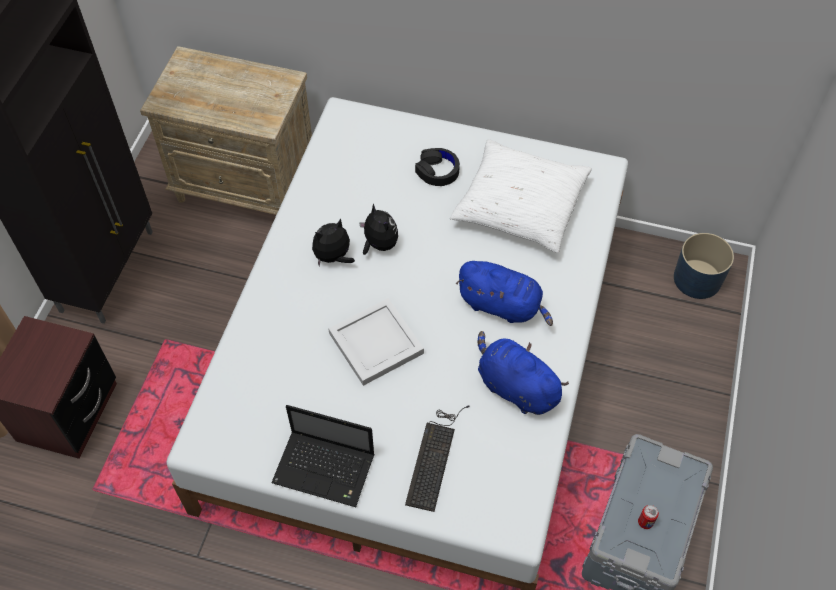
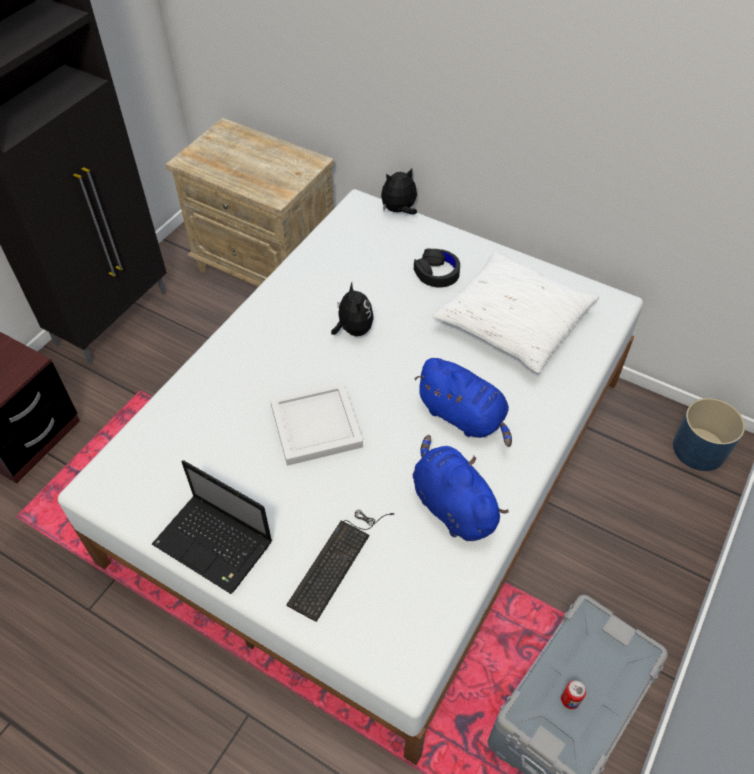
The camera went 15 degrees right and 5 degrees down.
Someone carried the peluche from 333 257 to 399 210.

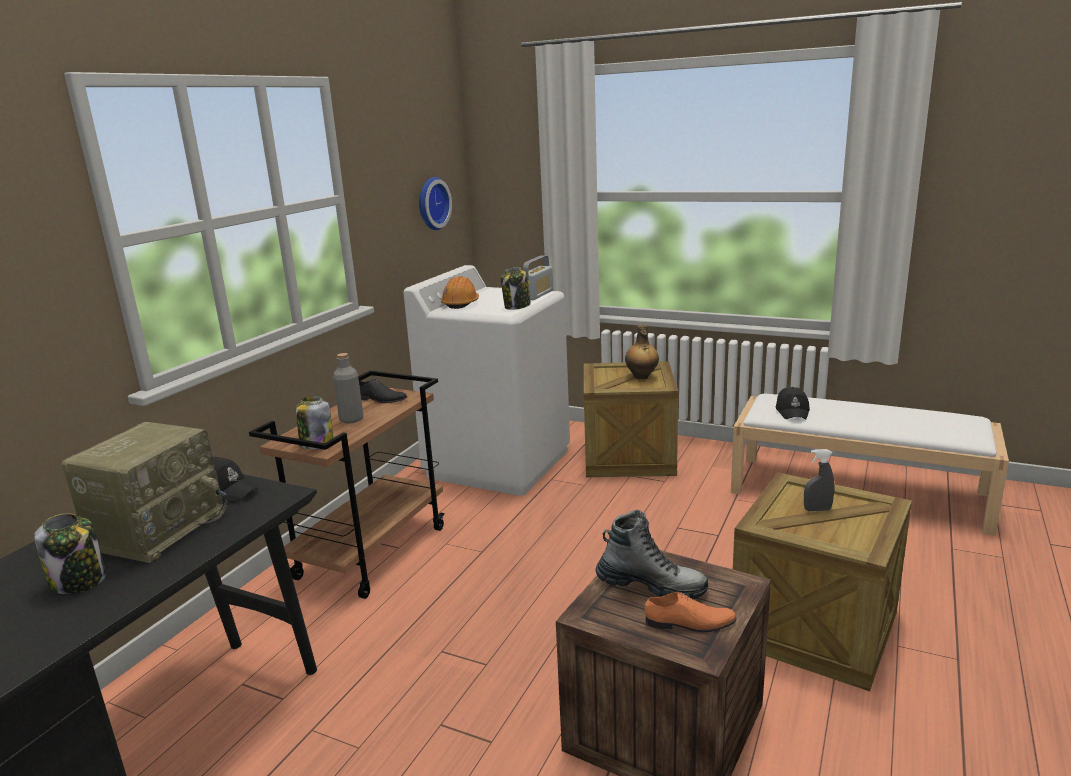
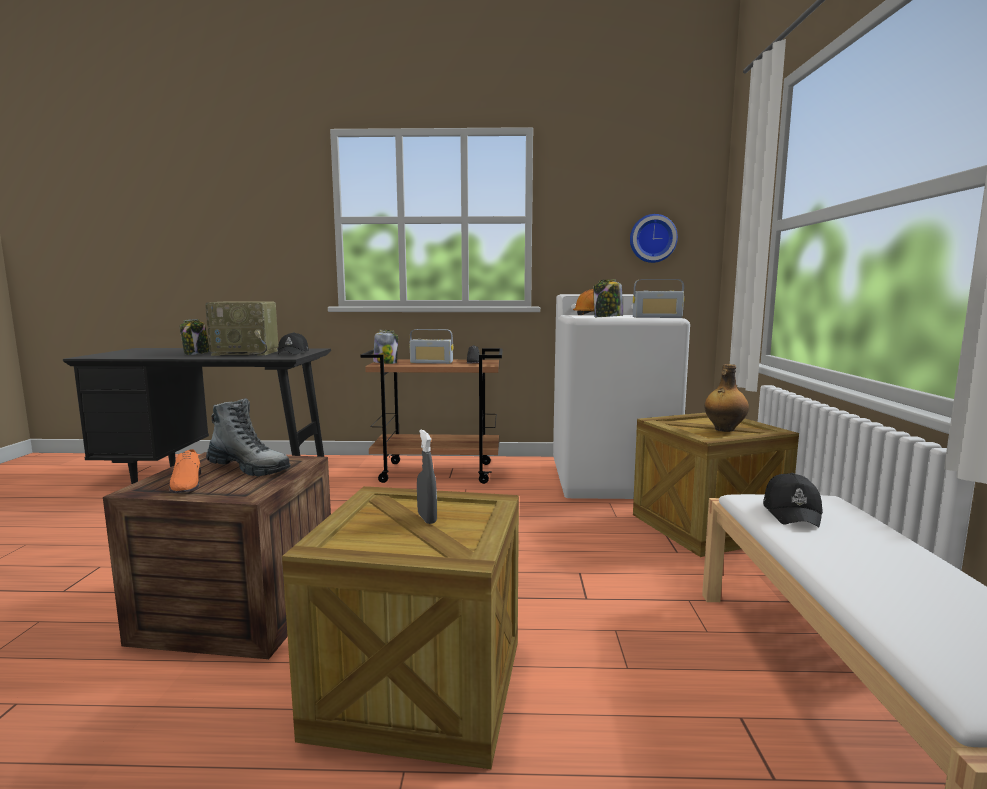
The camera went 65 degrees right and 10 degrees down.
Someone swapped the botella/gris at 351 419 for the radio at 431 362.
Someone rotated the gorra/negro at 792 411 by 60 degrees counterclockwise.
Someone rotated the bota at 651 586 by 60 degrees counterclockwise.

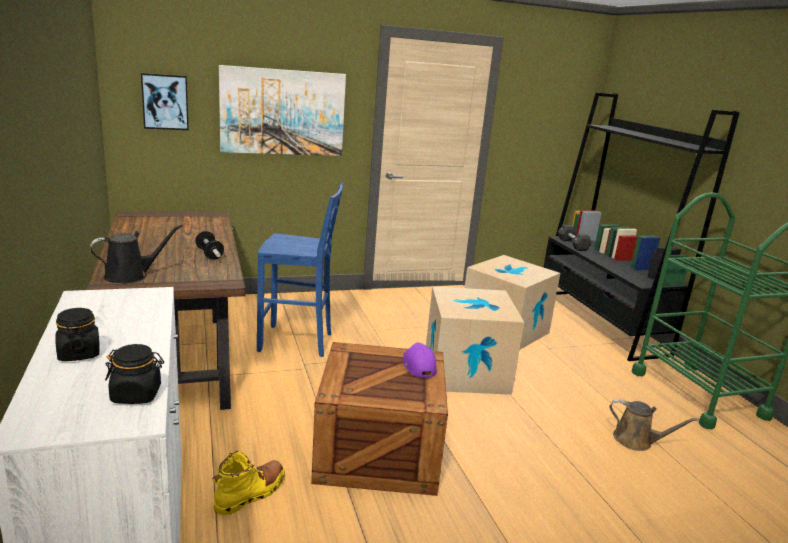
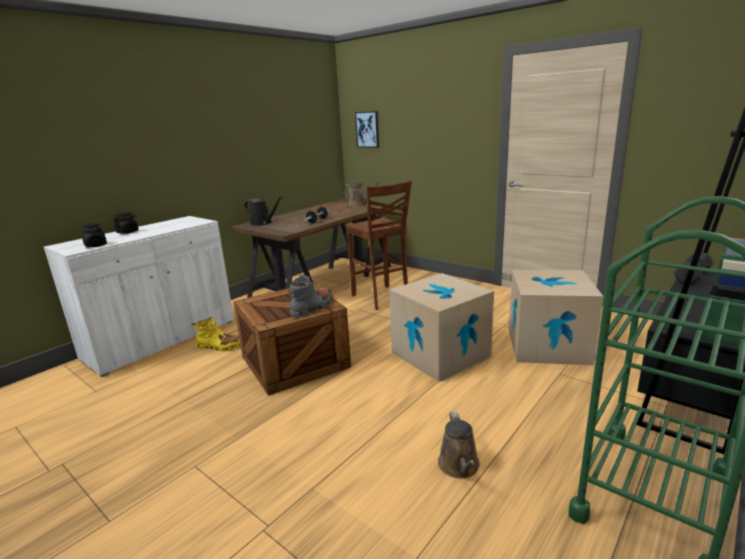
The camera went 60 degrees right and 0 degrees up.
Someone took away the cuadro at 283 112.
Someone repainted the taburete/azul at 297 342, which became the taburete/marrón at 381 298.
Someone swapped the gorra/morado at 418 366 for the bota/gris at 312 308.
Someone put down the regadera/marrón at 358 205.

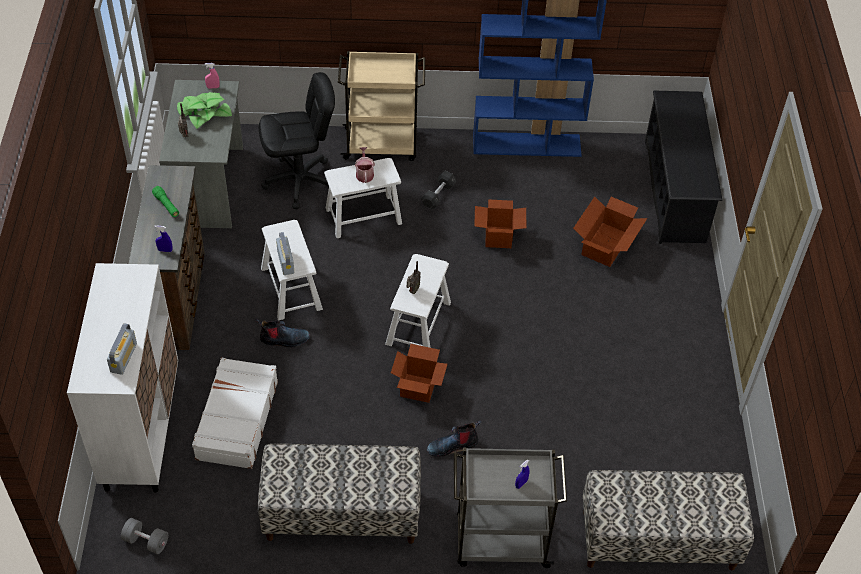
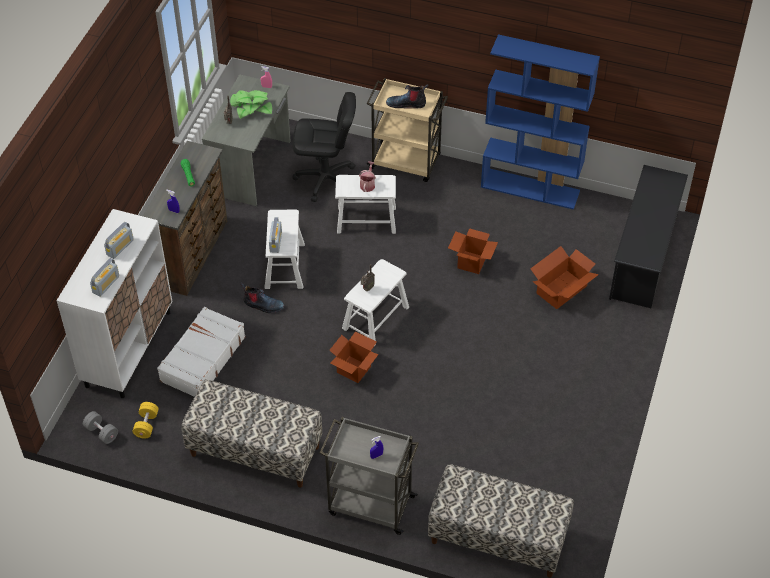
The camera went 20 degrees right and 0 degrees up.
Someone took away the mancuerna/gris at 438 195.
Someone carried the bota from 453 445 to 407 104.
Someone put down the radio at 120 247.
Someone put down the mancuerna/amarillo at 146 425.

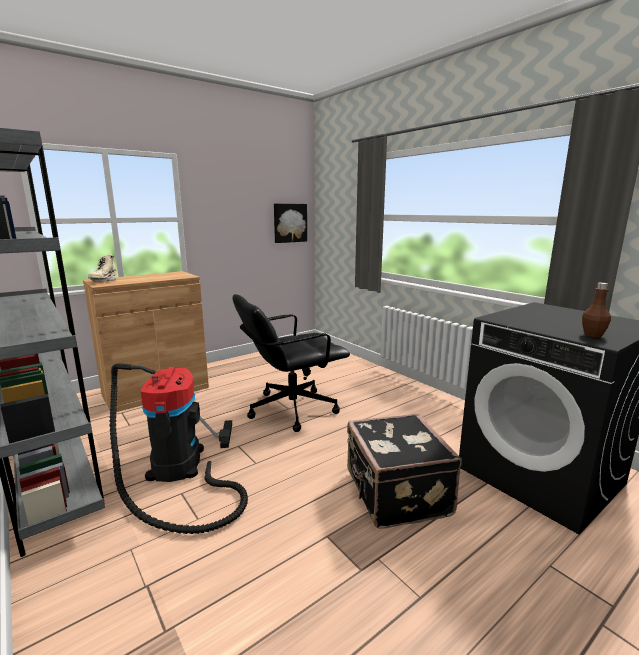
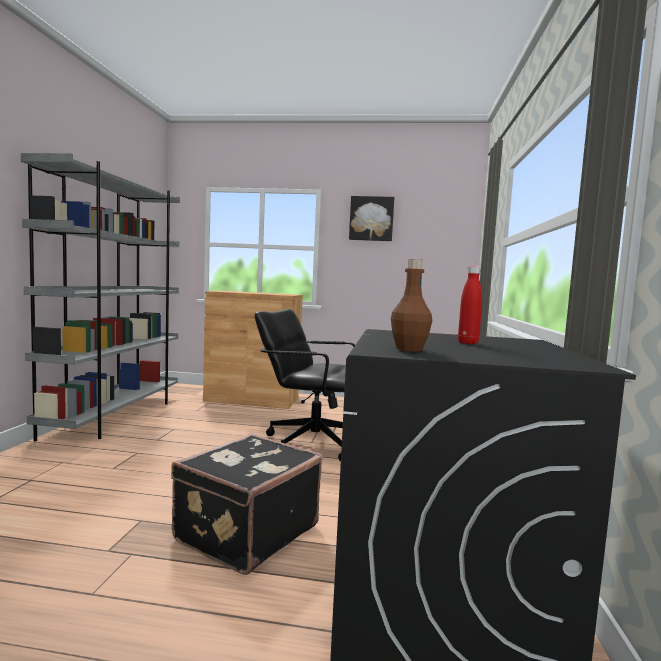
The camera went 45 degrees right and 10 degrees down.
Someone carried the cuadro from 289 223 to 371 219.
Someone took away the bota/beis at 104 281.
Someone took away the aspiradora at 177 468.
Someone put down the botella/rojo at 468 343.

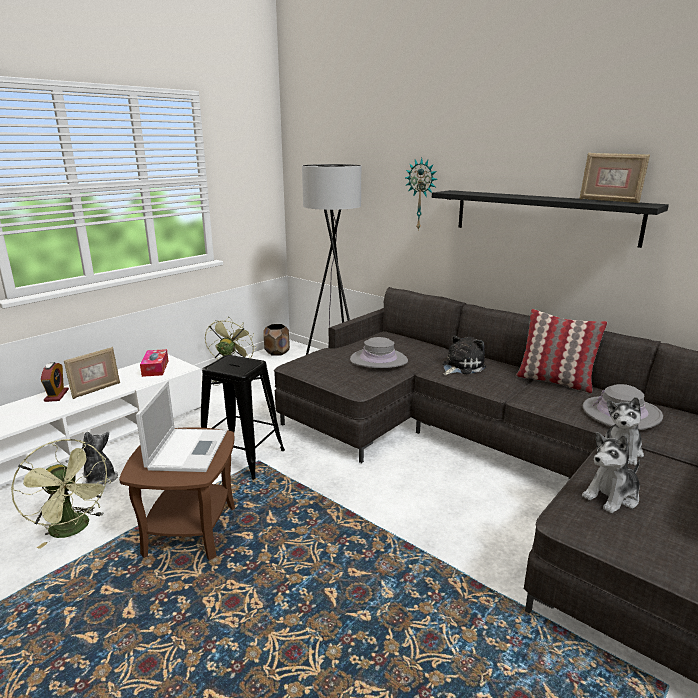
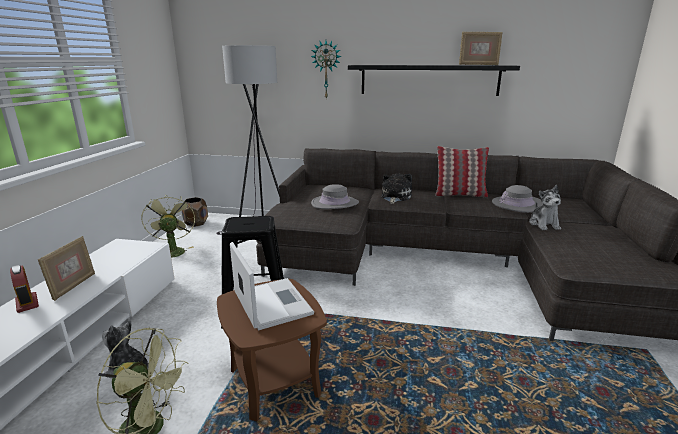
The camera went 30 degrees left and 0 degrees up.
Someone took away the caja de pañuelos at 155 368.
Someone took away the peluche at 612 496.

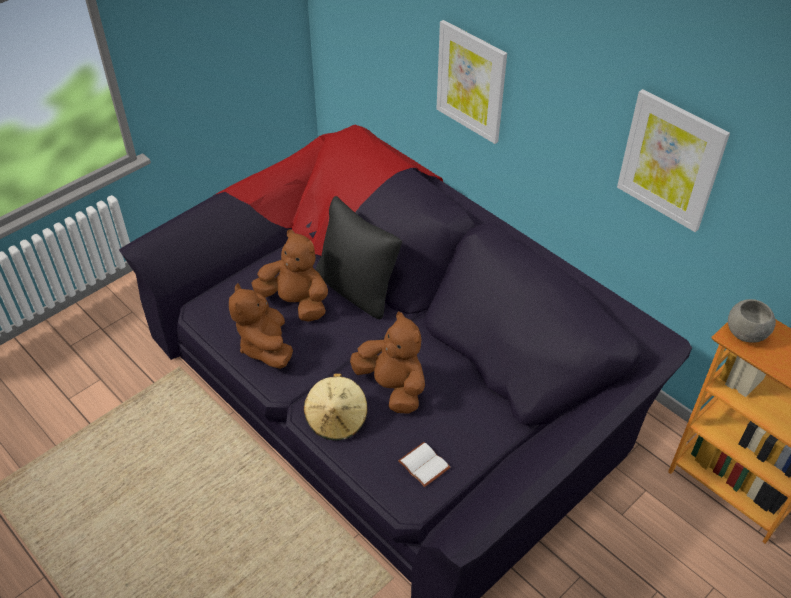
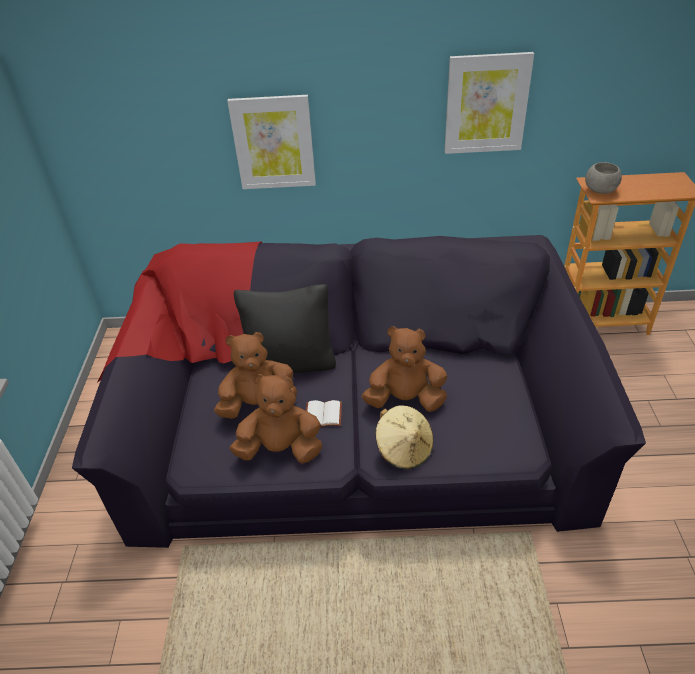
The camera went 45 degrees left and 5 degrees down.
Someone rotated the peluche/marrón at 265 347 by 150 degrees clockwise.
Someone carried the libro/blanco from 422 465 to 322 415.

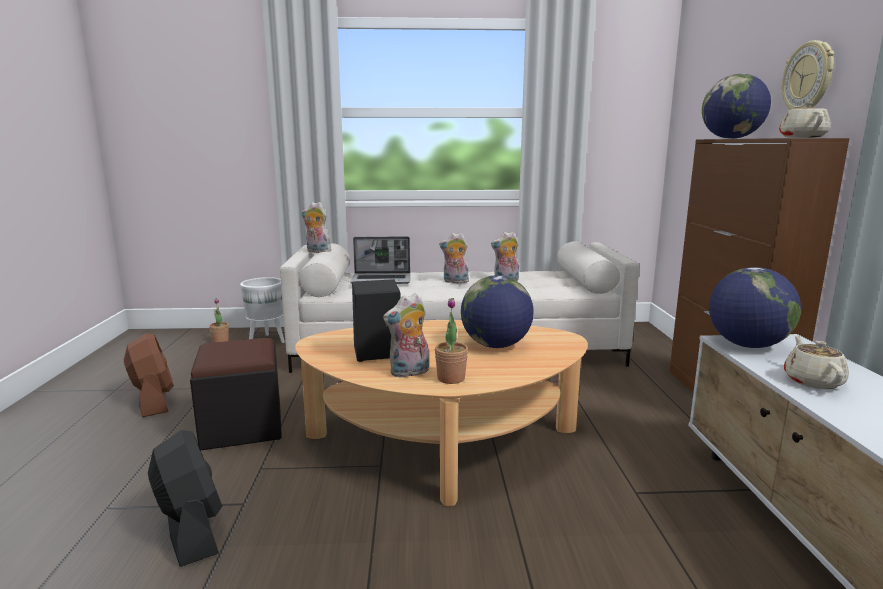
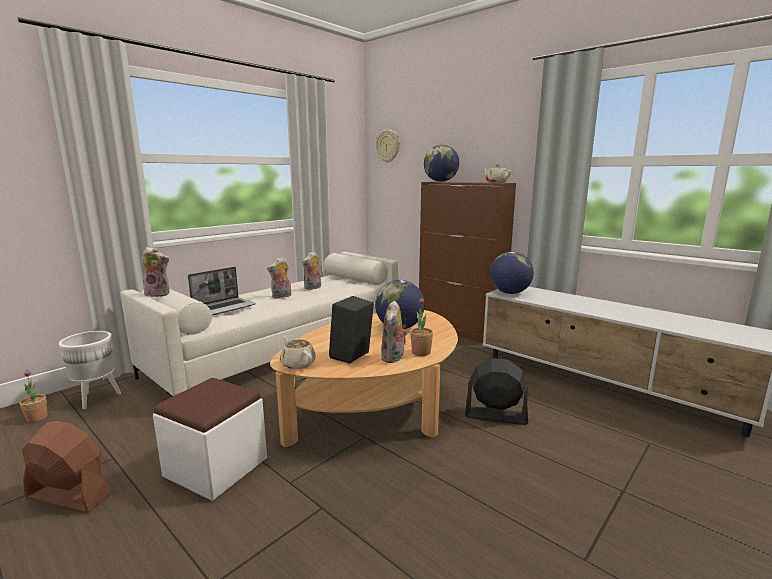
The camera went 45 degrees left and 0 degrees up.
Someone carried the reloj de pared from 808 78 to 388 146.
Someone rotated the peluche at 317 251 by 150 degrees counterclockwise.
Someone carried the tetera/beis from 812 381 to 297 364.
Someone repainted the puf/negro at 242 427, which became the puf/blanco at 216 467.
Someone carried the ventilador/negro from 191 530 to 495 415.

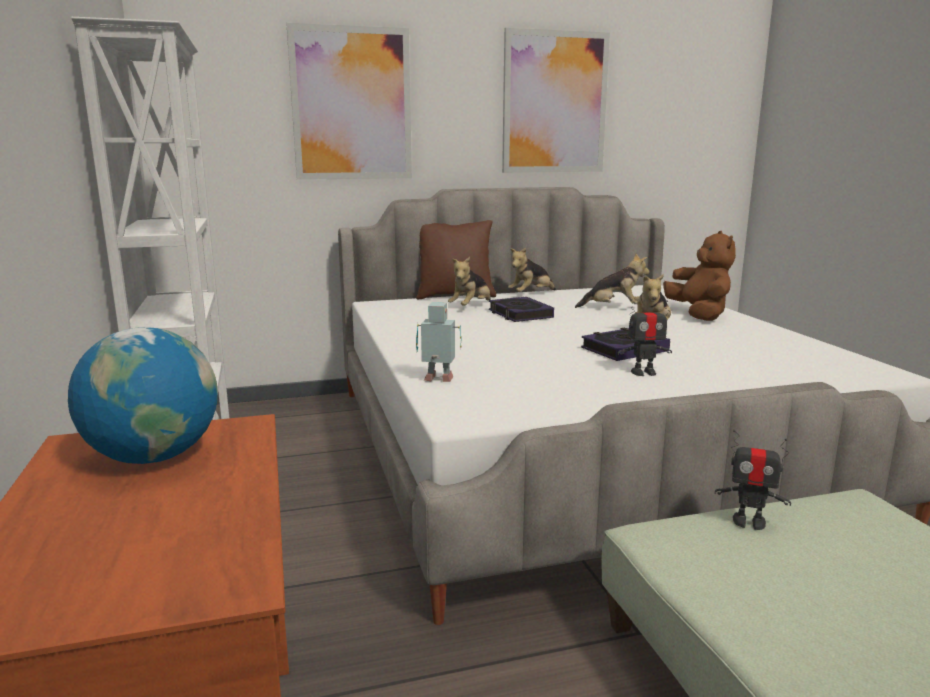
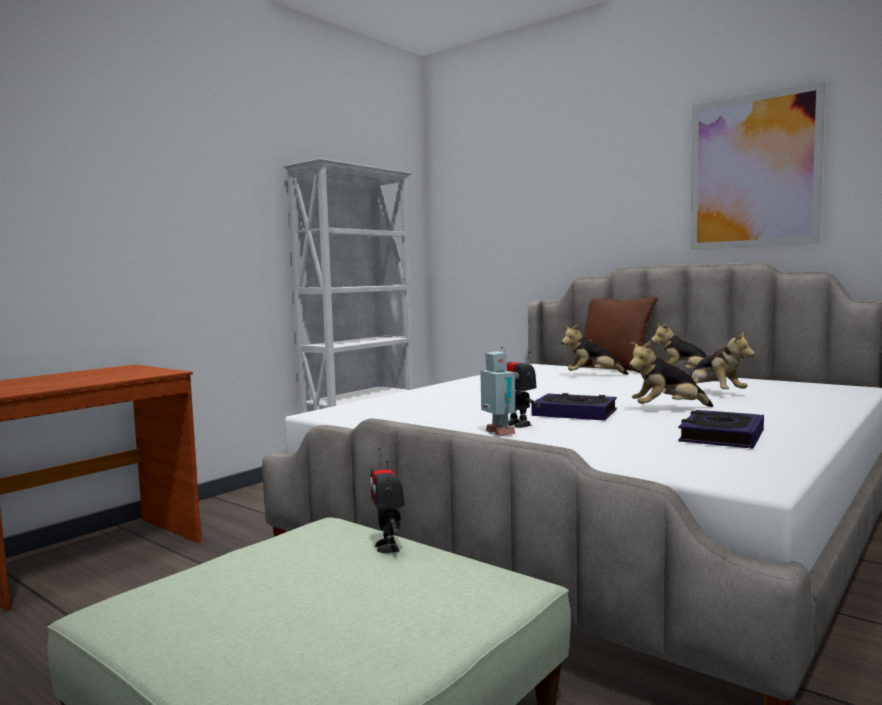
The camera went 55 degrees right and 10 degrees down.
Someone took away the cuadro at 351 104.
Someone took away the peluche/marrón at 699 315.
Someone carried the libro from 520 314 to 721 436.
Someone carried the robot de juguete from 439 380 to 498 433.
Someone took away the globo terráqueo at 154 457.

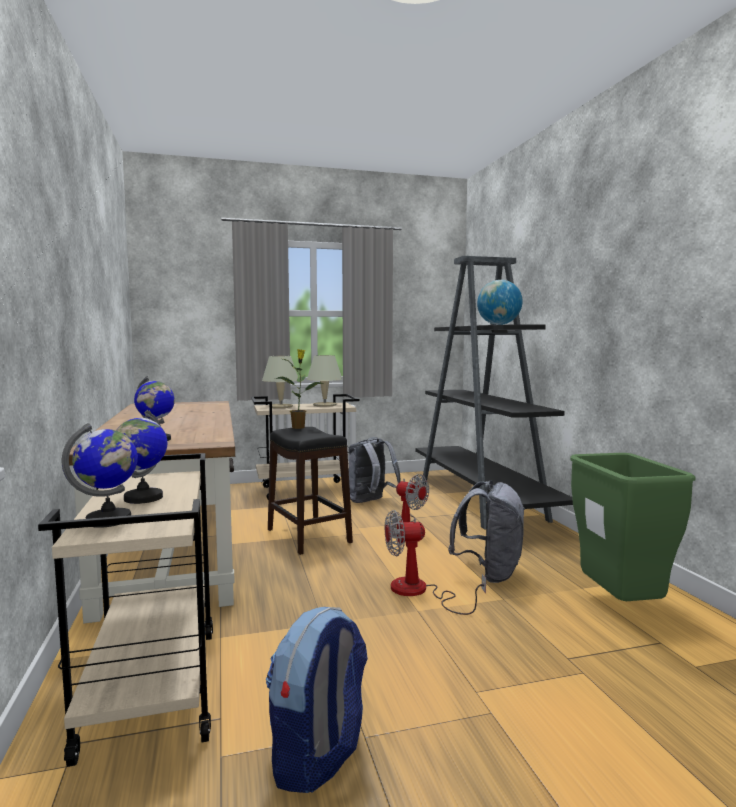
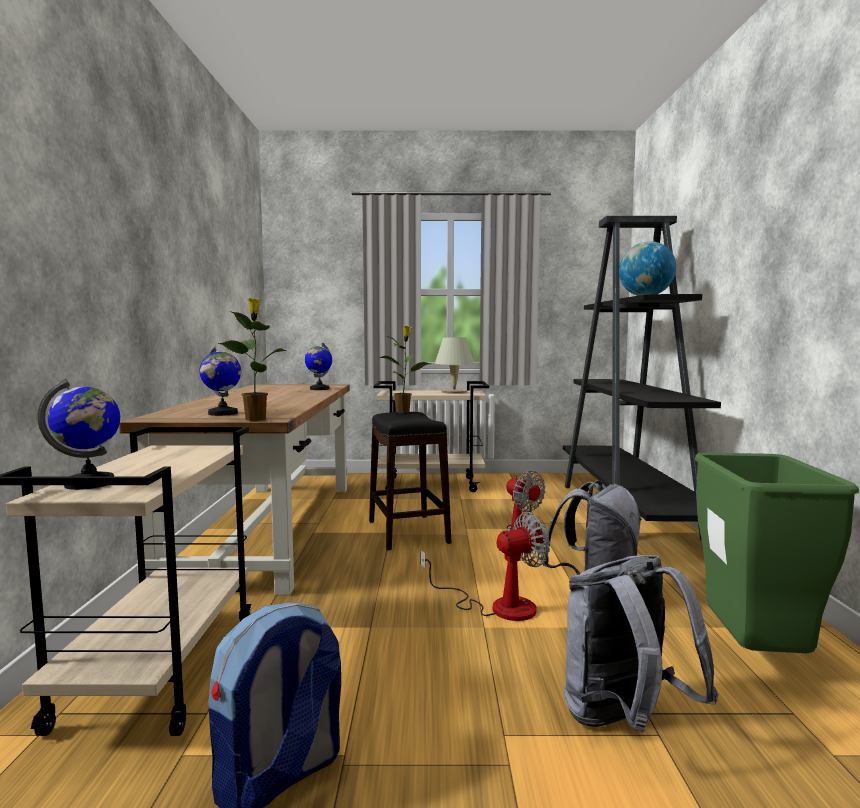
The camera went 15 degrees right and 0 degrees up.
Someone took away the lámpara de mesa/beis at 281 406.
Someone carried the globo terráqueo from 142 498 to 319 389.
Someone carried the mochila/gris from 371 502 to 624 722.
Someone rotated the ventilador at 419 592 by 150 degrees clockwise.
Someone put down the planta en maceta at 256 419.

